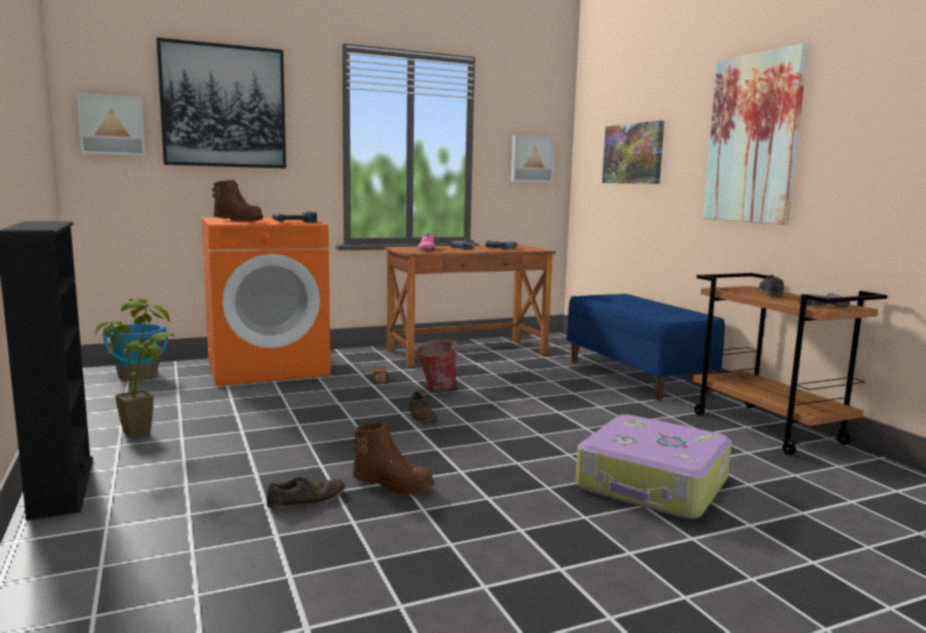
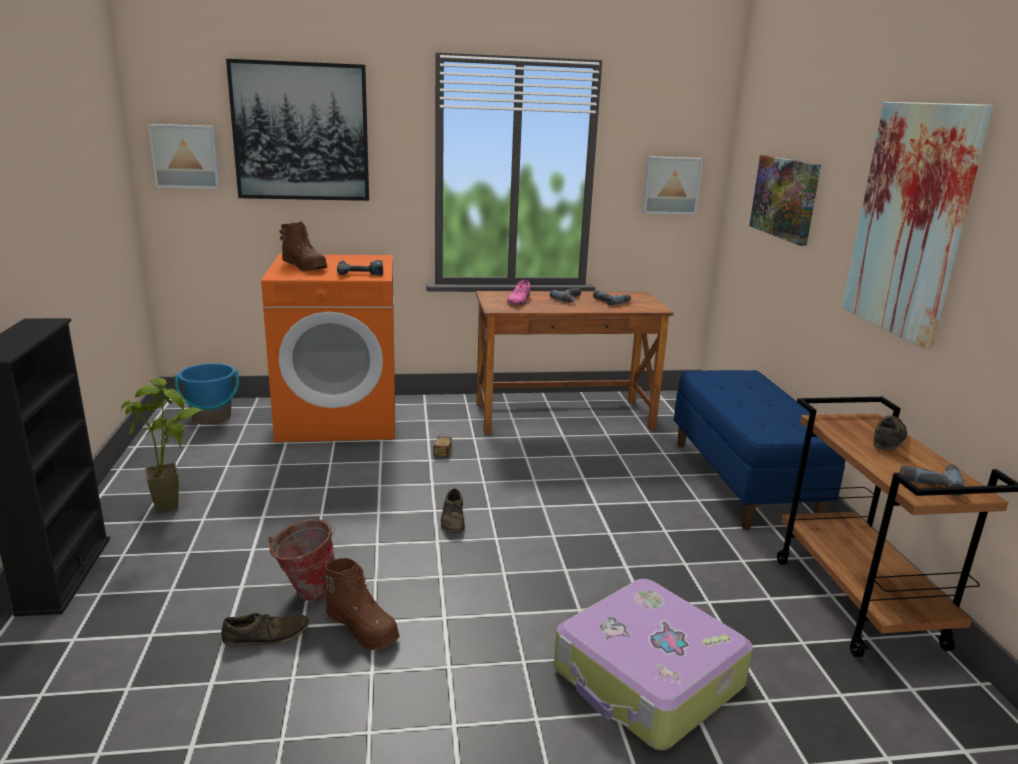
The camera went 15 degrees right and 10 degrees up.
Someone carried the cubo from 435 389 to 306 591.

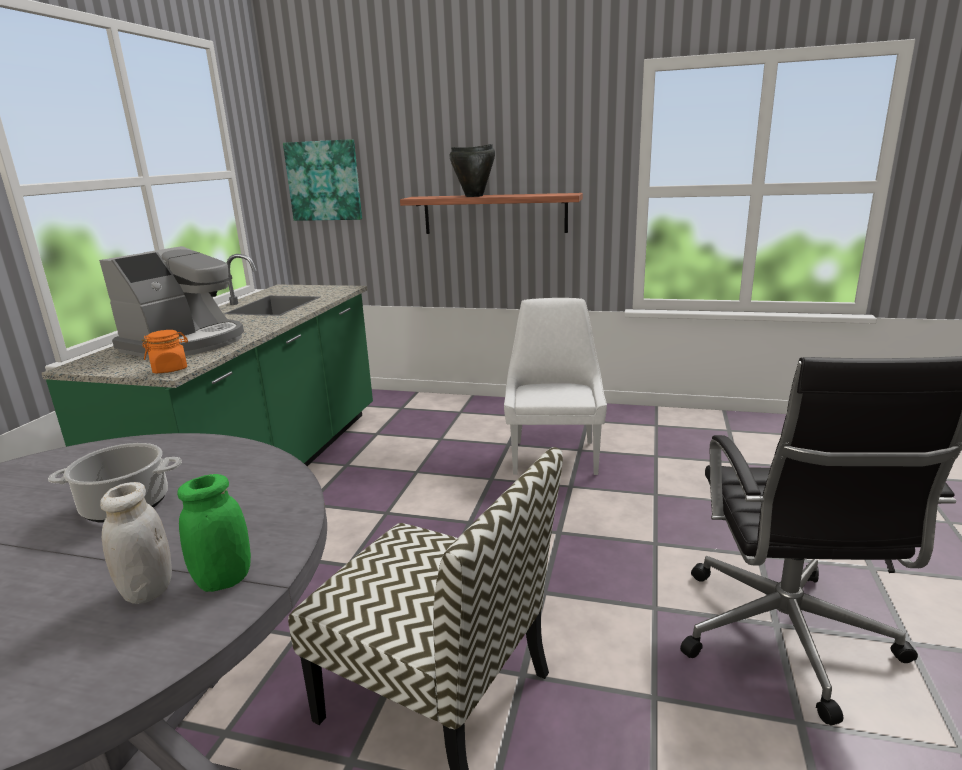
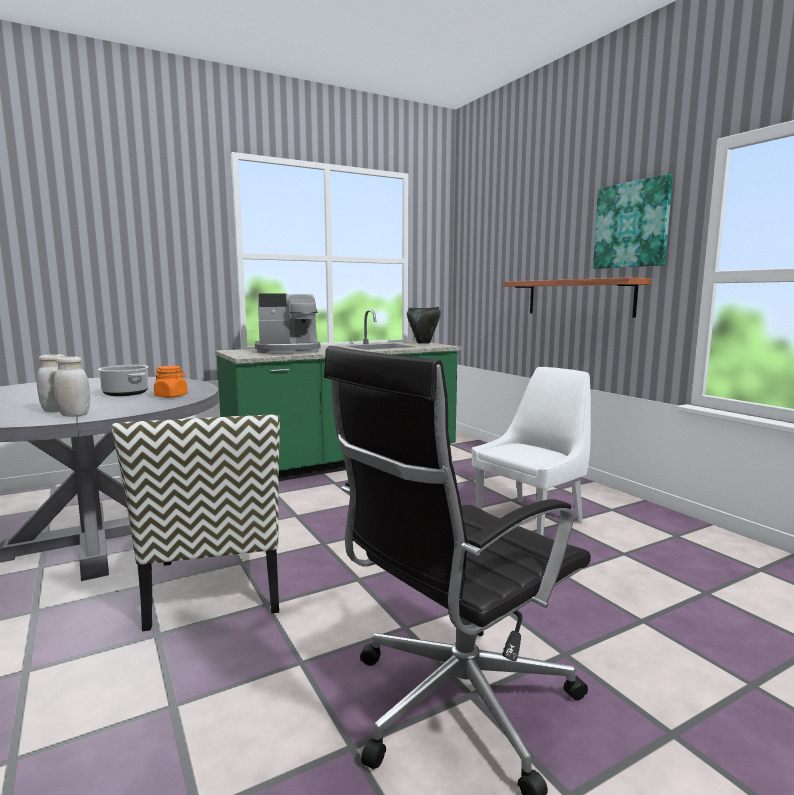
The camera went 45 degrees right and 10 degrees down.
Someone carried the cuadro from 324 181 to 632 225.
Someone carried the olla/negro from 474 196 to 423 343.
Someone carried the tarro/naranja from 170 369 to 171 396.
Someone repainted the tarro/verde at 224 580, which became the tarro/blanco at 74 415.

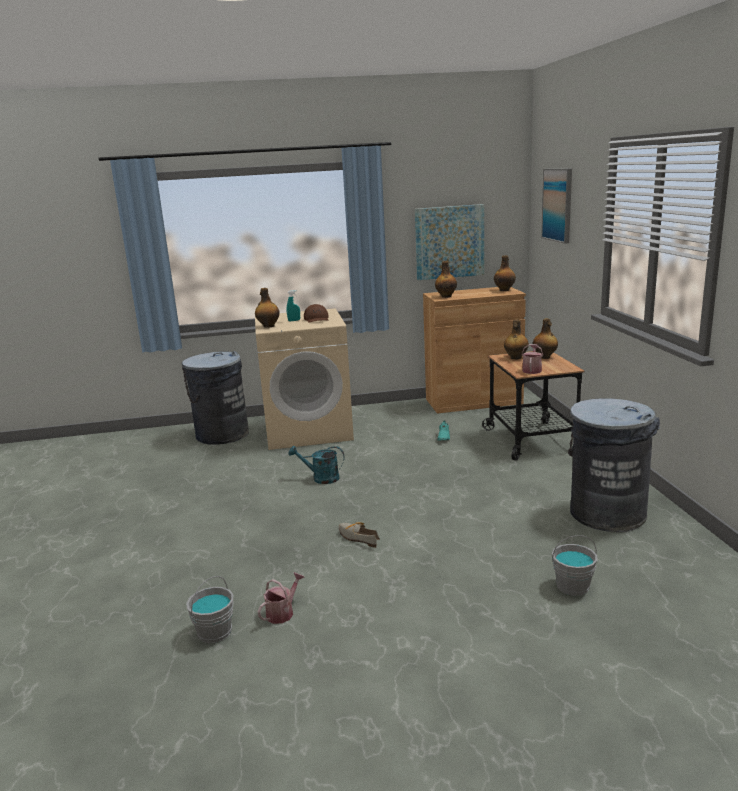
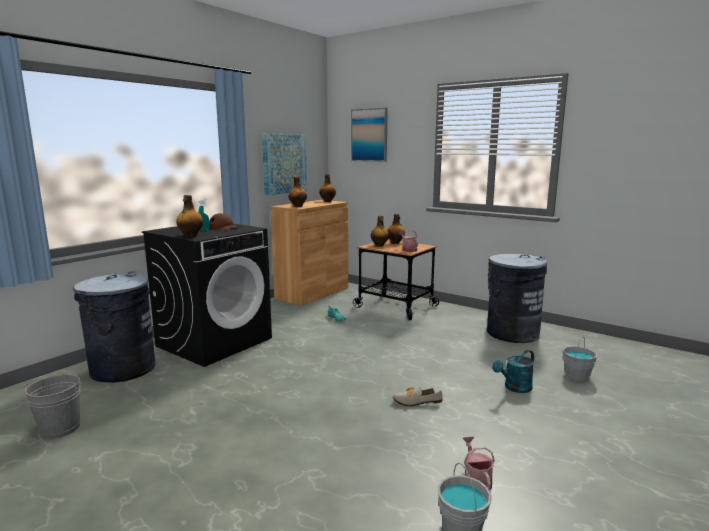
The camera went 45 degrees left and 5 degrees down.
Someone repainted the lavadora/beis at 309 430, which became the lavadora/negro at 215 342.
Someone carried the regadera/turquesa from 321 478 to 514 388.
Someone put down the cubo/gris at 60 428.

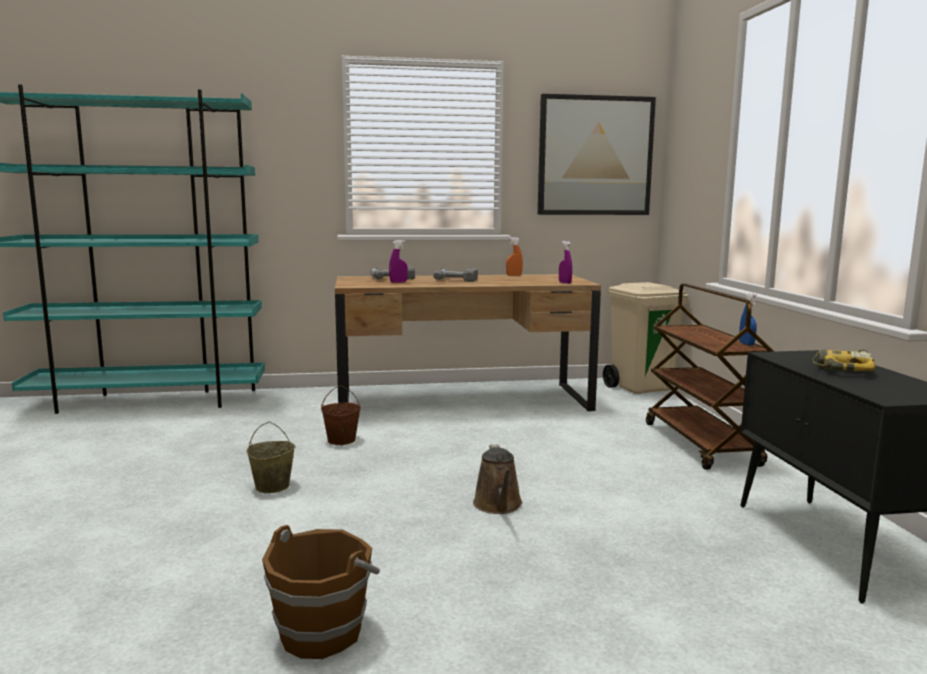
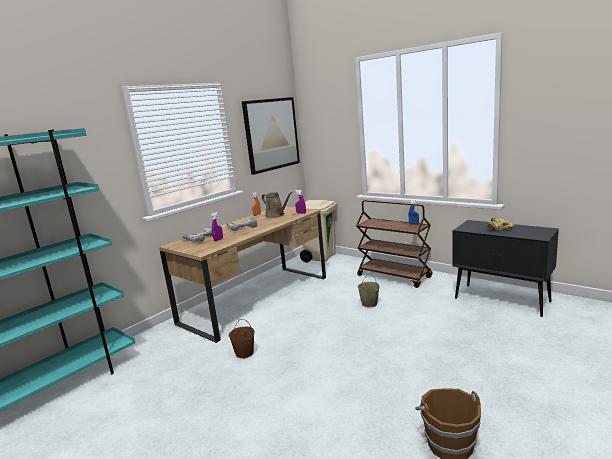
The camera went 40 degrees left and 5 degrees up.
Someone carried the cubo/beis from 272 487 to 369 304.
Someone carried the regadera/marrón from 498 506 to 276 215.

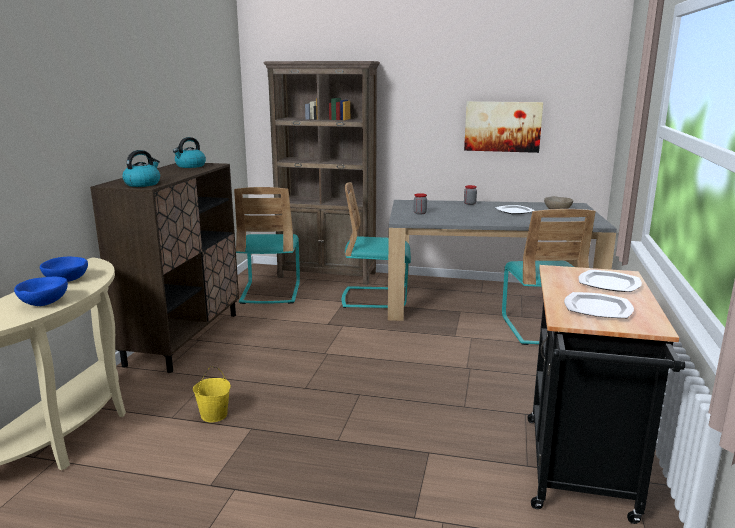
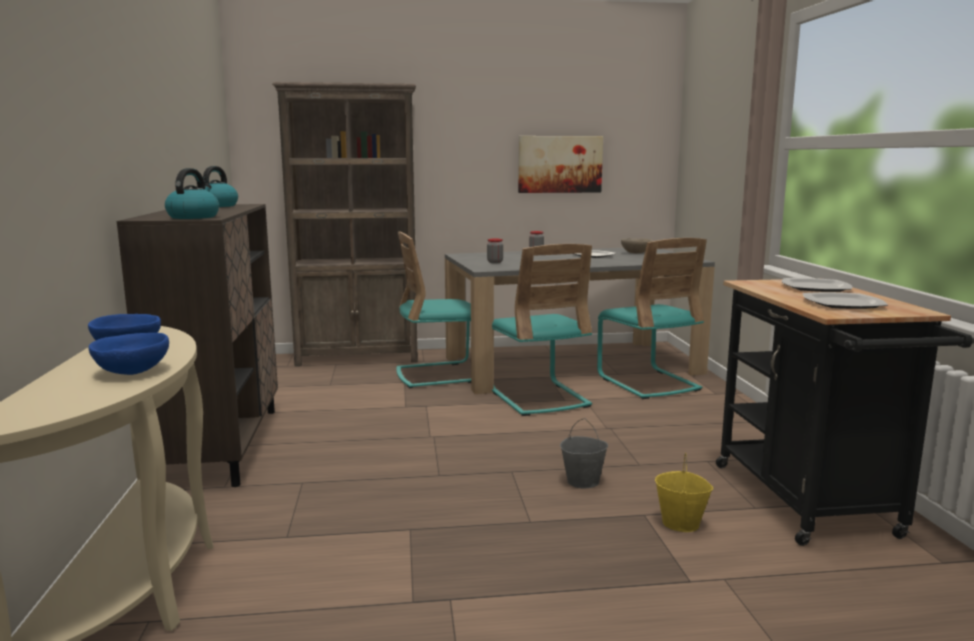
The camera went 20 degrees left and 5 degrees down.
Someone carried the silla/turquesa from 270 292 to 538 397.
Someone carried the cubo/amarillo from 214 415 to 681 523.
Someone put down the cubo/gris at 583 481.

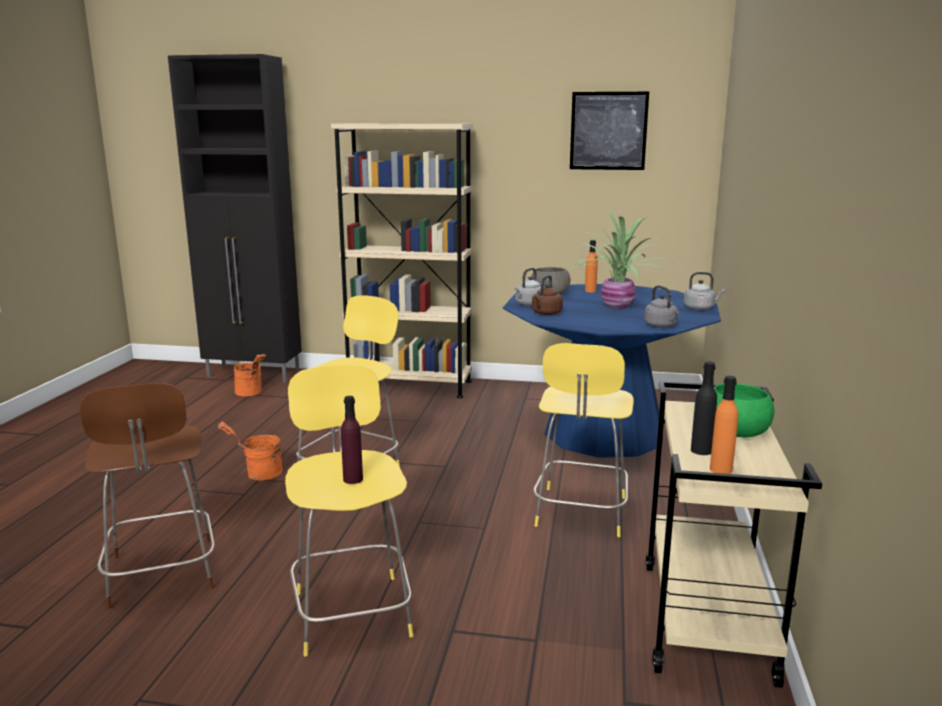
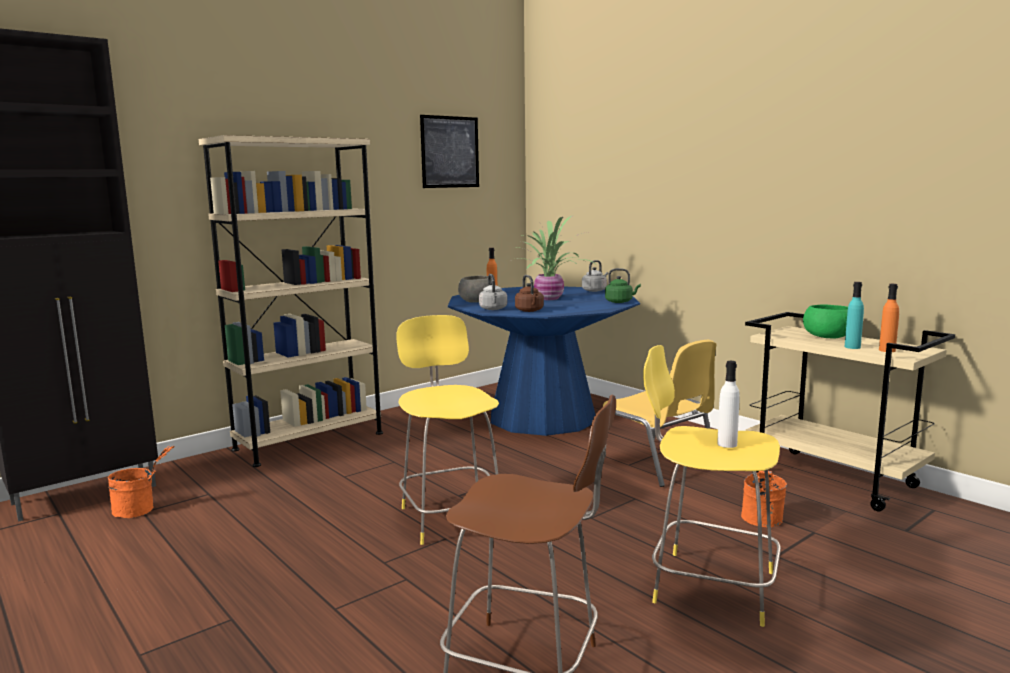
The camera went 50 degrees left and 5 degrees down.
Someone repainted the hervidor/gris at 661 326, which became the hervidor/verde at 620 302.
Someone swapped the taburete/amarillo at 580 513 for the silla/amarillo at 656 464.
Someone repainted the botella/negro at 701 450, which became the botella/turquesa at 852 347.
Someone repainted the botella/morado at 353 479, which became the botella/blanco at 727 444.
Someone carried the cubo/naranja from 257 474 to 762 522.

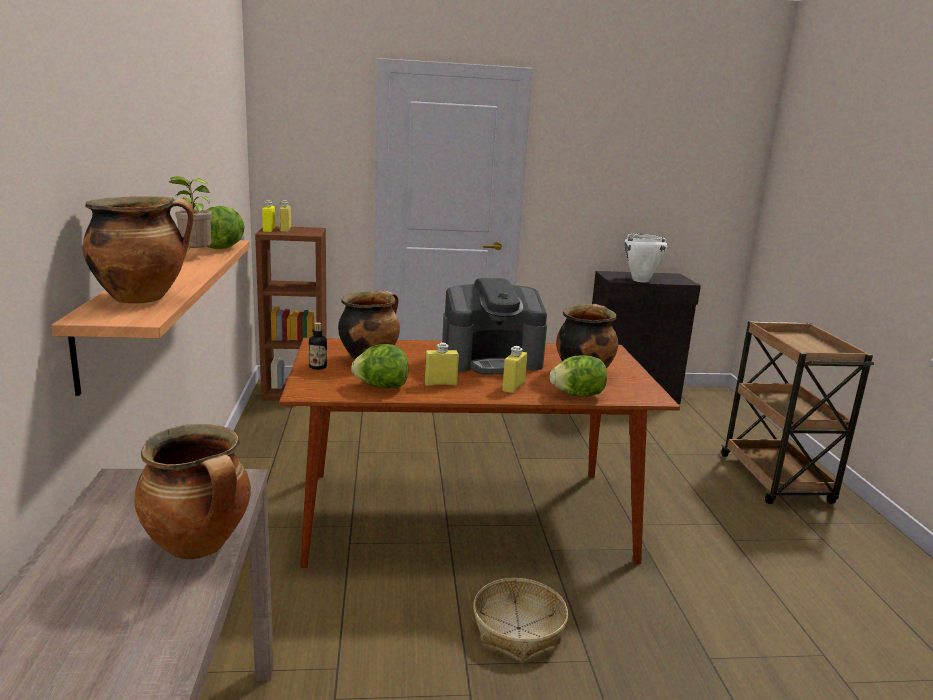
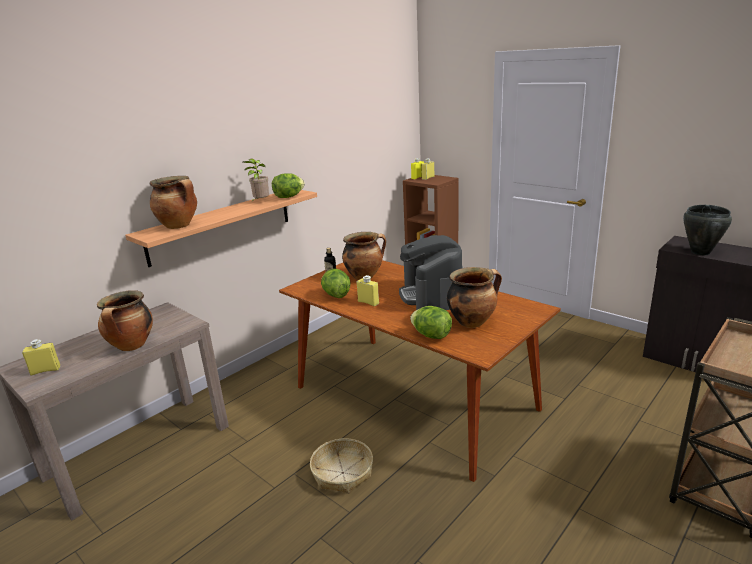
The camera went 50 degrees right and 5 degrees up.
Someone repainted the olla/blanco at 640 280, which became the olla/negro at 700 252.
Someone rotated the cafetera at 492 360 by 45 degrees clockwise.
Someone carried the botella/amarillo from 513 387 to 45 370.

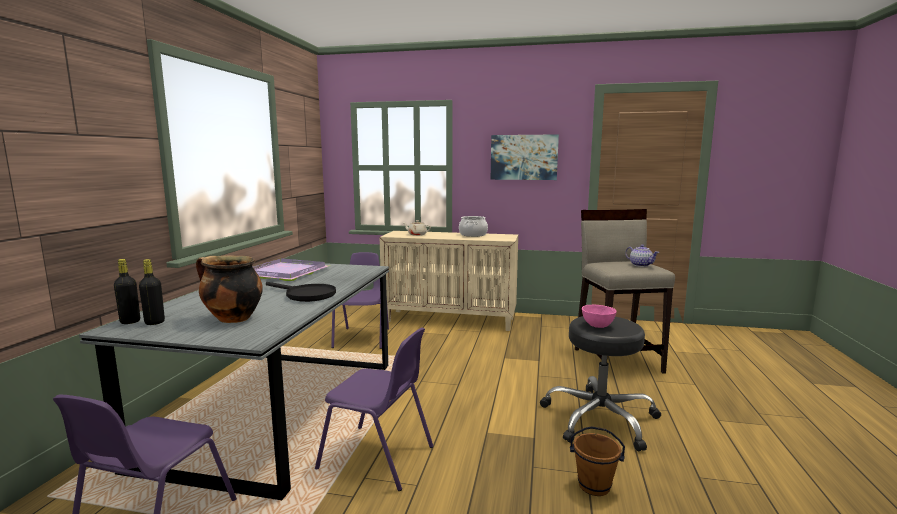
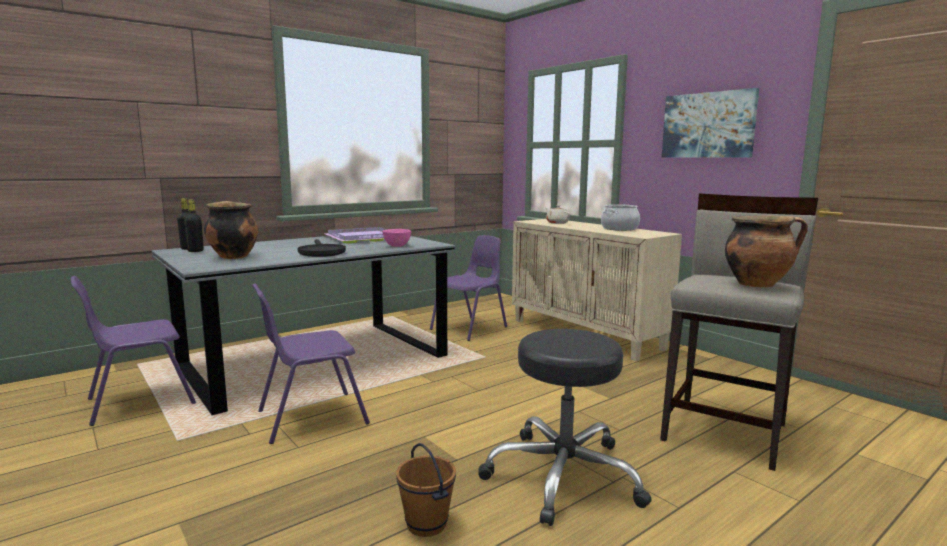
The camera went 40 degrees right and 0 degrees up.
Someone swapped the tetera at 640 265 for the olla at 758 284.
Someone carried the cuenco/rosa from 597 326 to 397 246.
Someone rotated the silla/morado at 378 458 by 90 degrees clockwise.

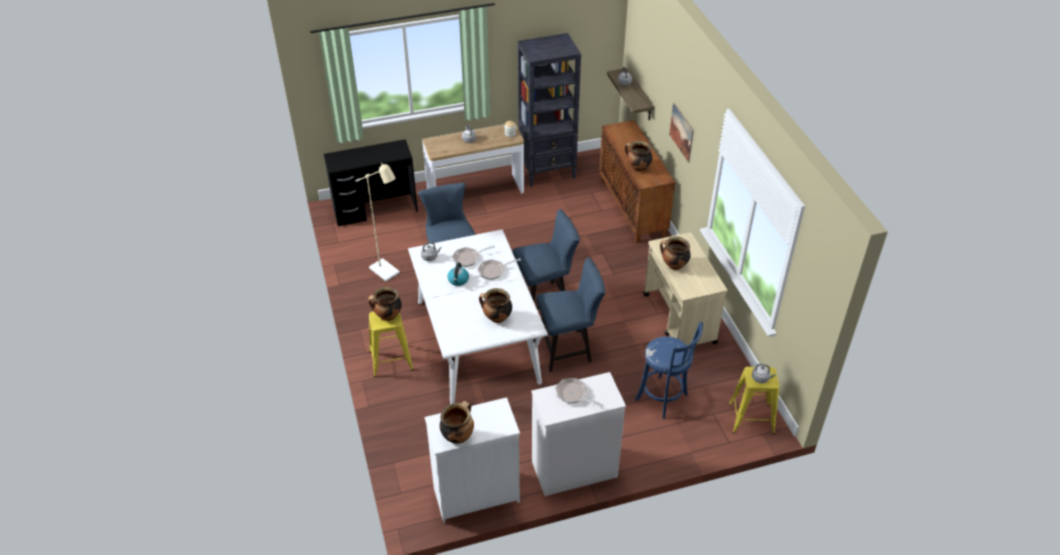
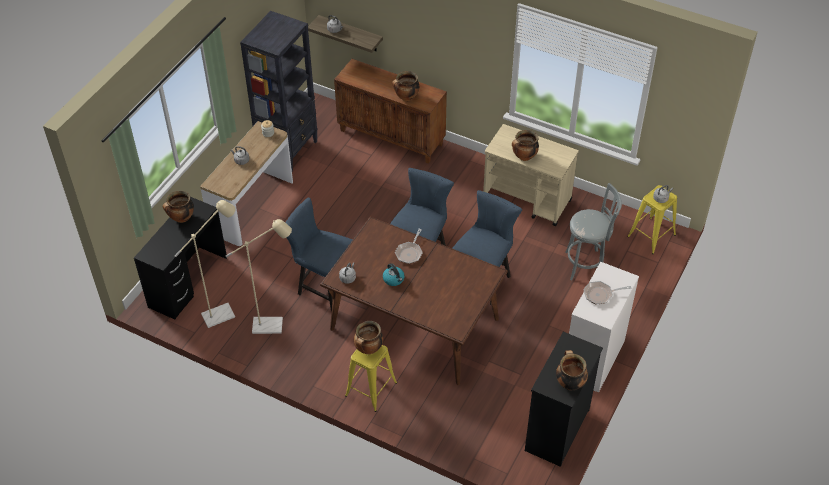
The camera went 45 degrees left and 5 degrees up.
Someone took away the cuadro at 681 132.
Someone repainted the mesa de comedor/blanco at 478 342, which became the mesa de comedor/marrón at 415 324.
Someone took away the sartén at 468 258.
Someone carried the olla from 496 318 to 181 218.
Someone repainted the taburete/azul at 664 399, which became the taburete/gris at 586 265.
Someone repainted the cómoda/blanco at 475 495, which became the cómoda/negro at 556 430.
Someone put down the lámpara de pie/beis at 224 313.

